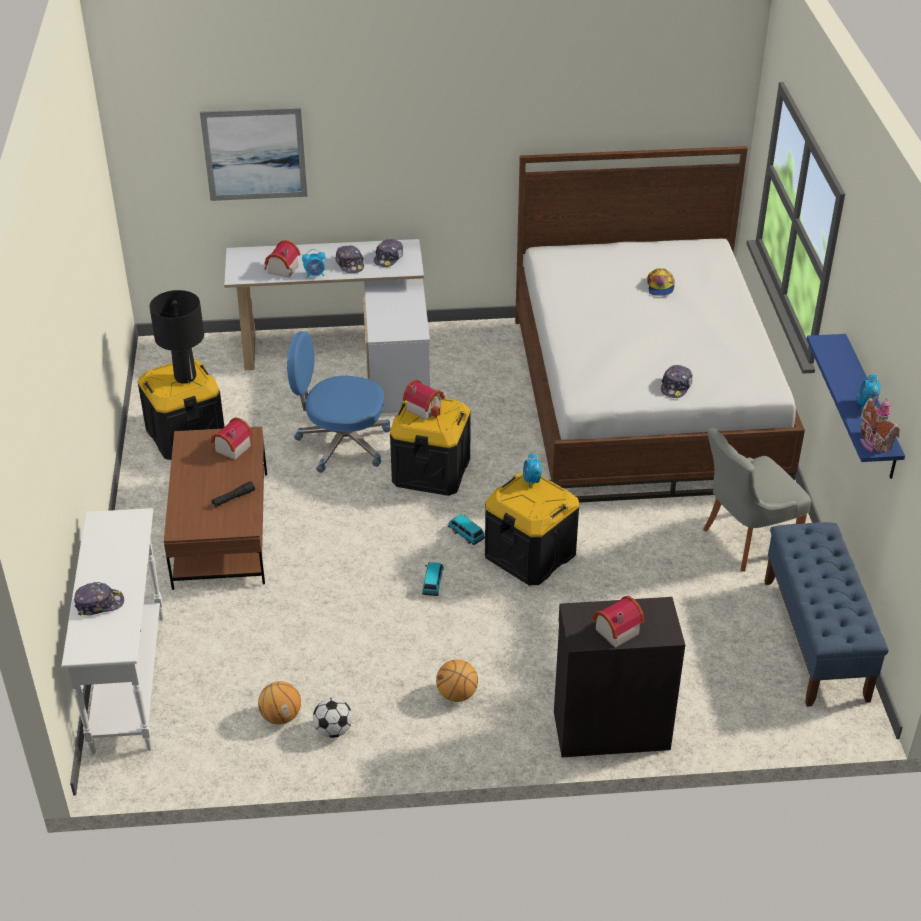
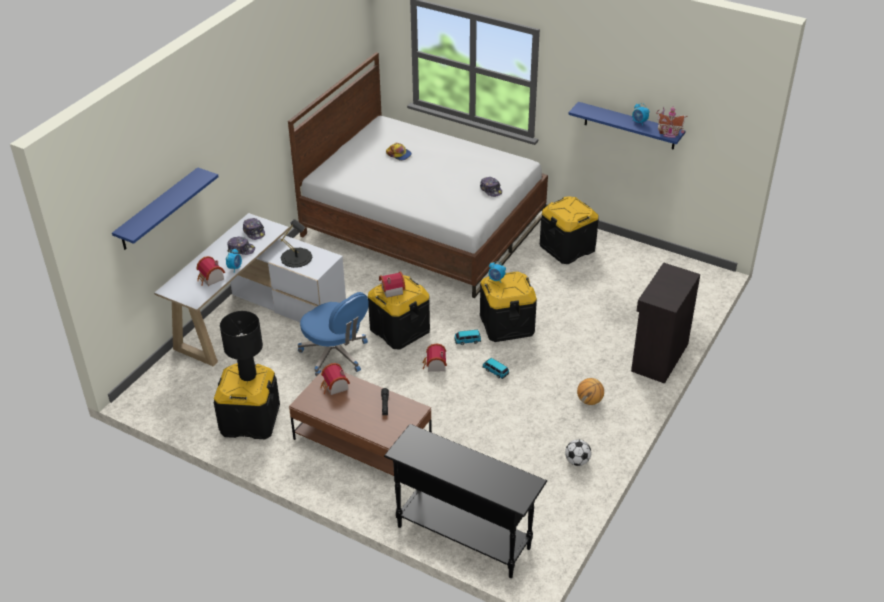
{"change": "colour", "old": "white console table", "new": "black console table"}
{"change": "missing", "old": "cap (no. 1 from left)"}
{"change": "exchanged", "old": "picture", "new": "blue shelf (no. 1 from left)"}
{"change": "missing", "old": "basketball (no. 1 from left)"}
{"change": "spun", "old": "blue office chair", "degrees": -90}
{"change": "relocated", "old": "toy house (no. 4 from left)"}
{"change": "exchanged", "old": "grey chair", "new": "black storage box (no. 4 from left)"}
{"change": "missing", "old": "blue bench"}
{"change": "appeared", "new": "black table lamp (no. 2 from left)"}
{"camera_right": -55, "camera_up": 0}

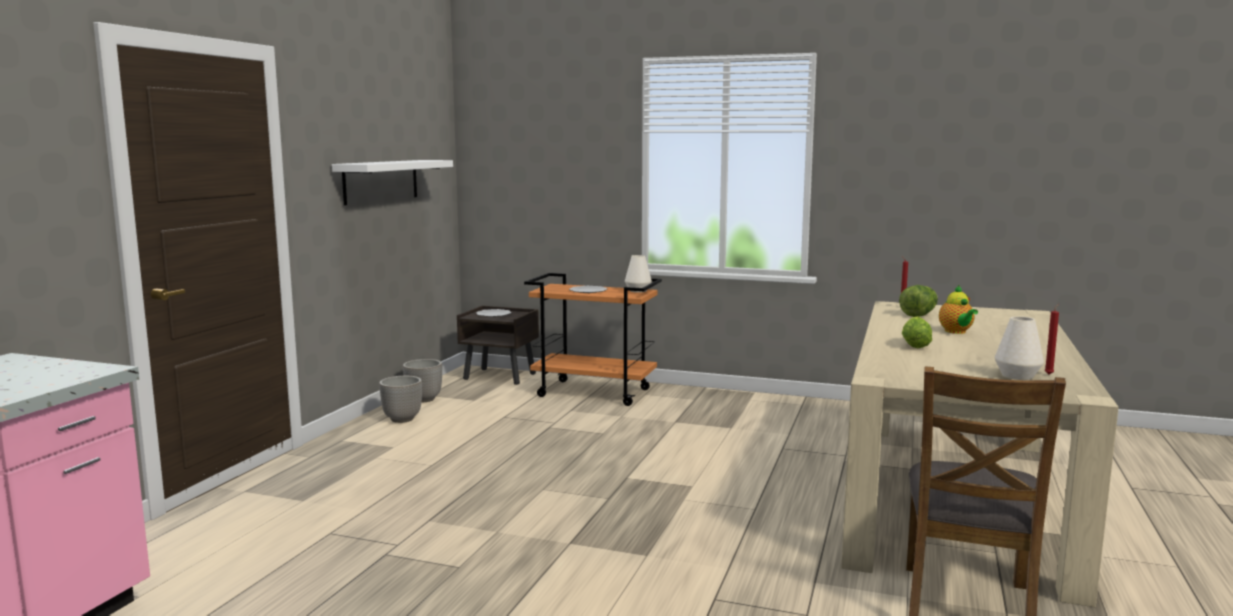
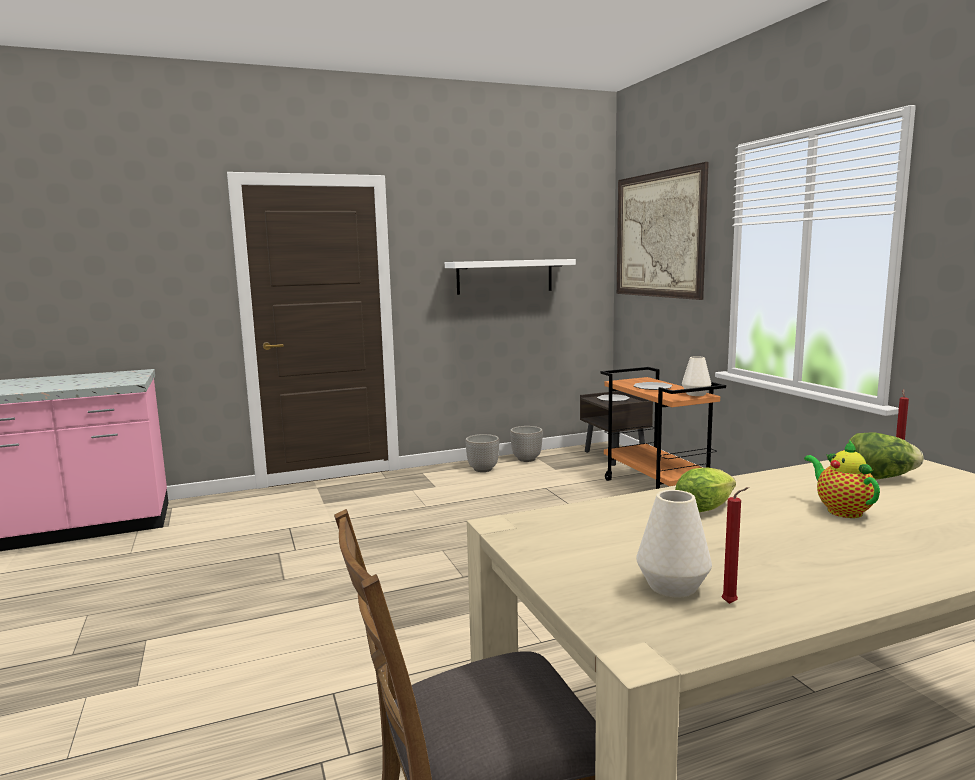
{"change": "spun", "old": "teapot", "degrees": 120}
{"change": "appeared", "new": "picture"}
{"camera_right": 50, "camera_up": 0}

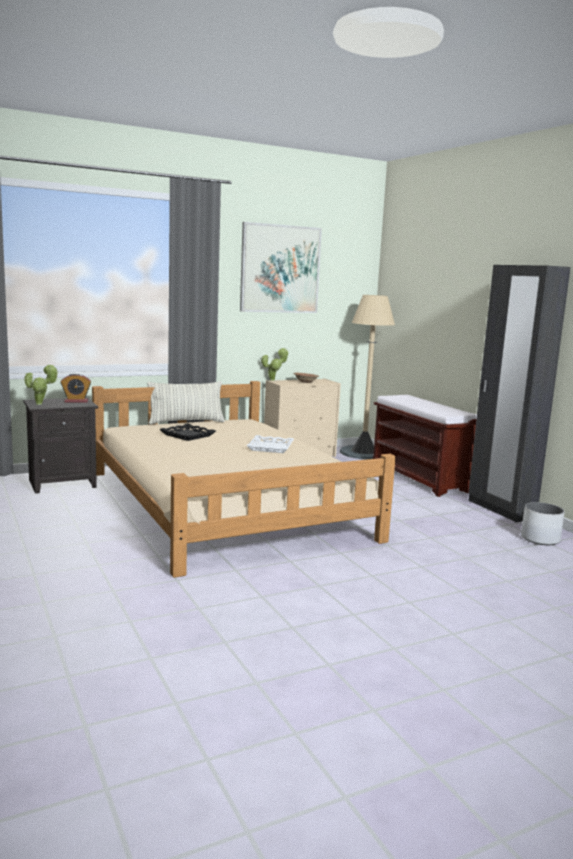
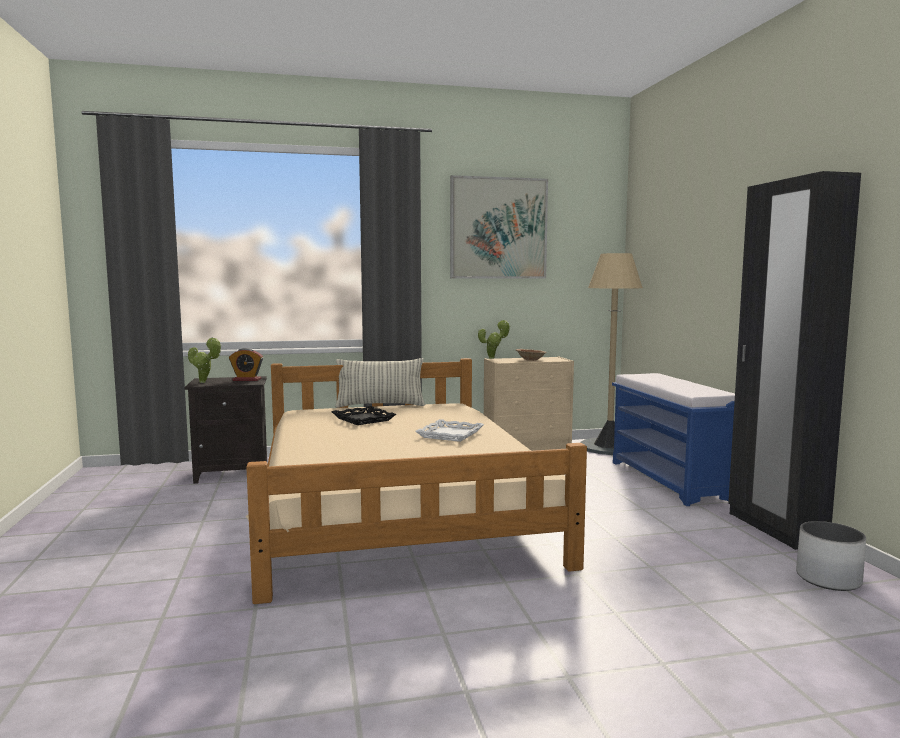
{"change": "colour", "old": "brown bench", "new": "blue bench"}
{"camera_right": 15, "camera_up": -5}

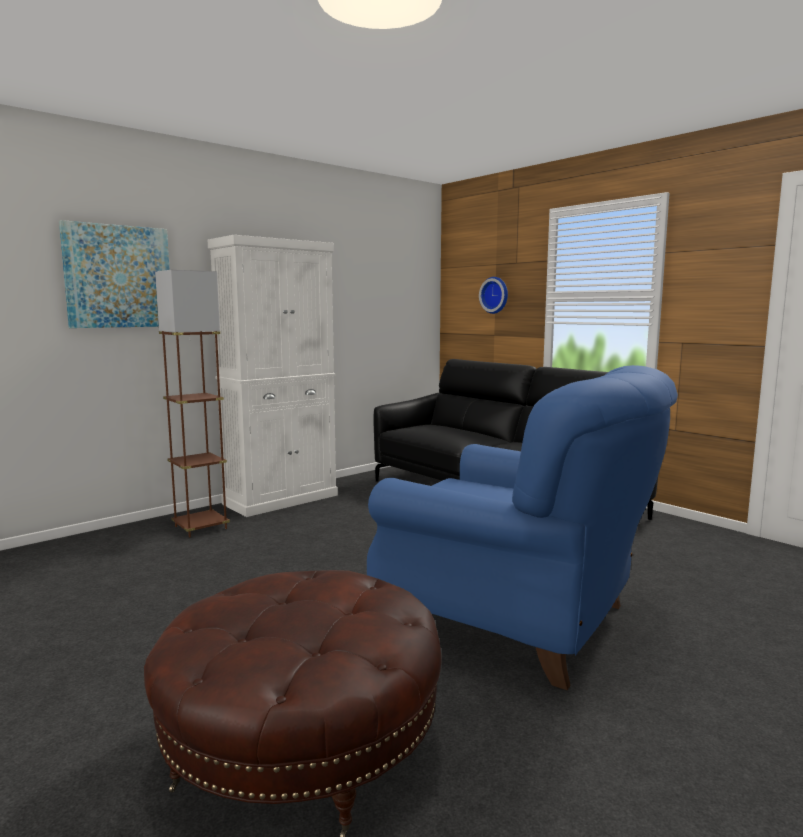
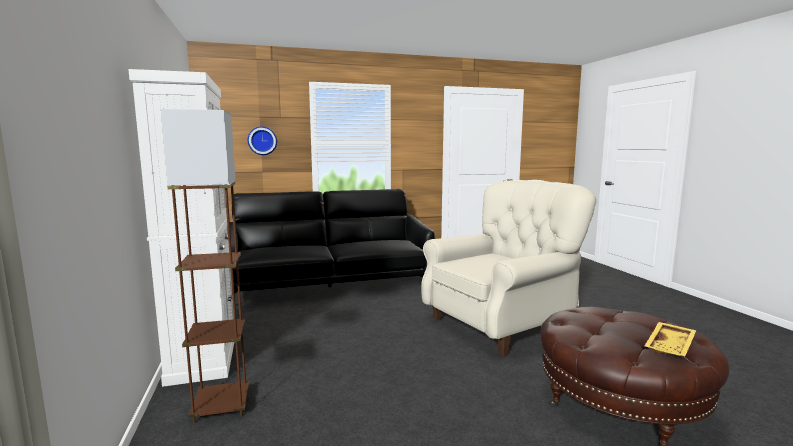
{"change": "missing", "old": "picture"}
{"change": "colour", "old": "blue armchair", "new": "beige armchair"}
{"change": "appeared", "new": "yellow tray"}
{"camera_right": -65, "camera_up": 0}

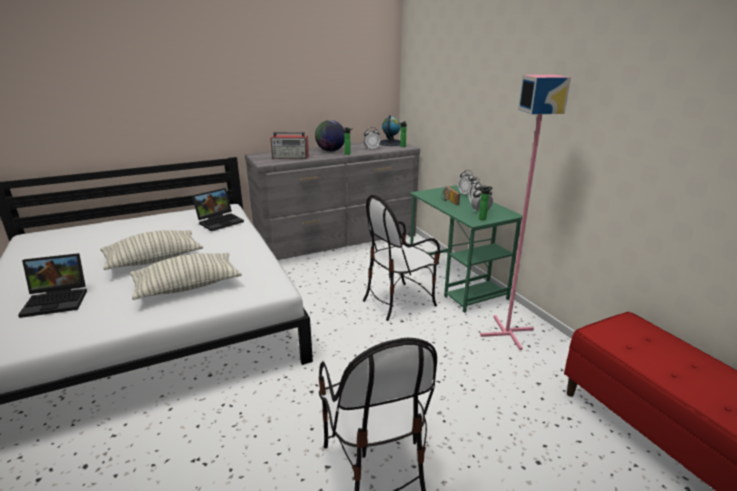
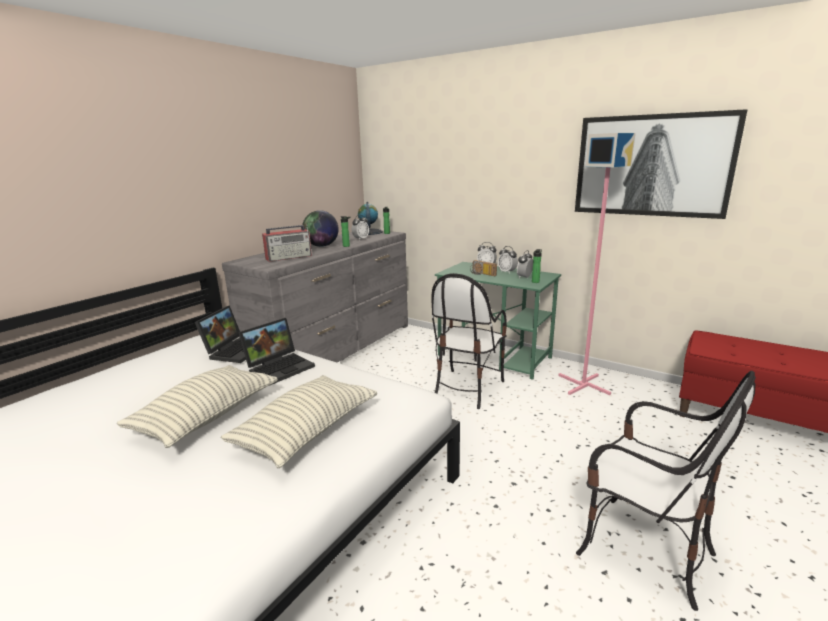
{"change": "relocated", "old": "laptop (no. 1 from left in the first image)", "new": "laptop (no. 2 from left)"}
{"change": "appeared", "new": "picture"}
{"camera_right": -30, "camera_up": -5}

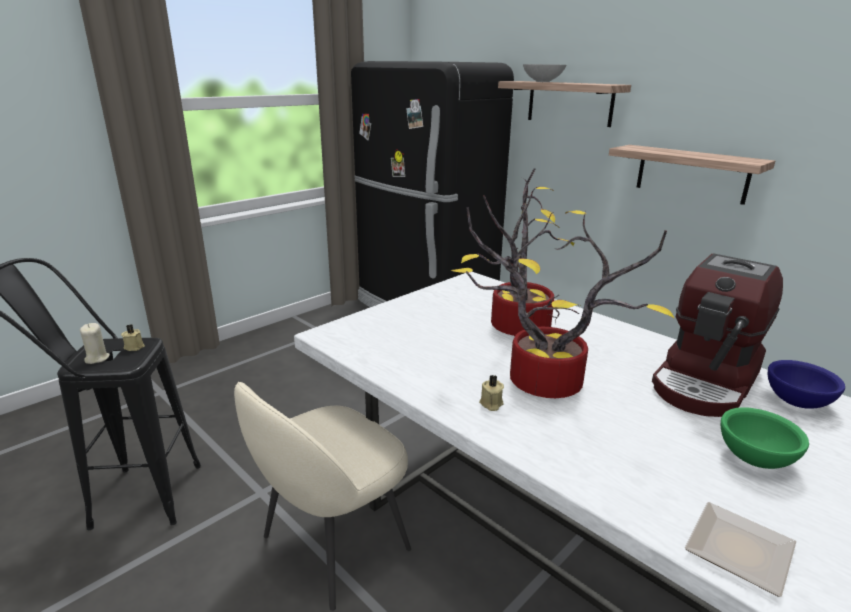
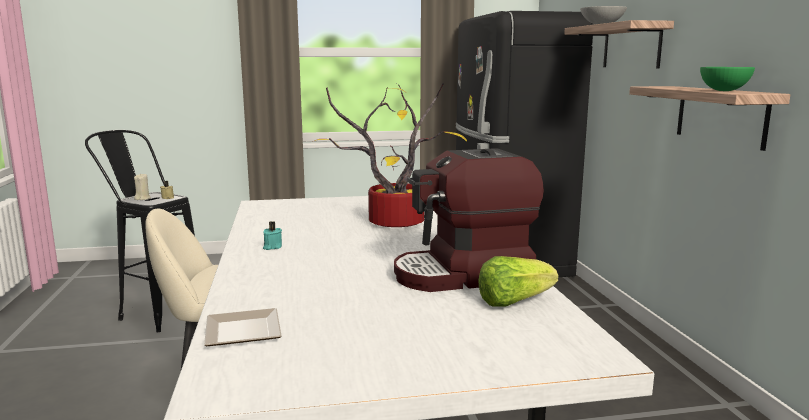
{"change": "missing", "old": "potted plant (no. 2 from left)"}
{"change": "colour", "old": "beige candle (no. 3 from left)", "new": "turquoise candle"}
{"change": "relocated", "old": "green bowl"}
{"change": "exchanged", "old": "blue bowl", "new": "lettuce"}
{"camera_right": 35, "camera_up": -10}

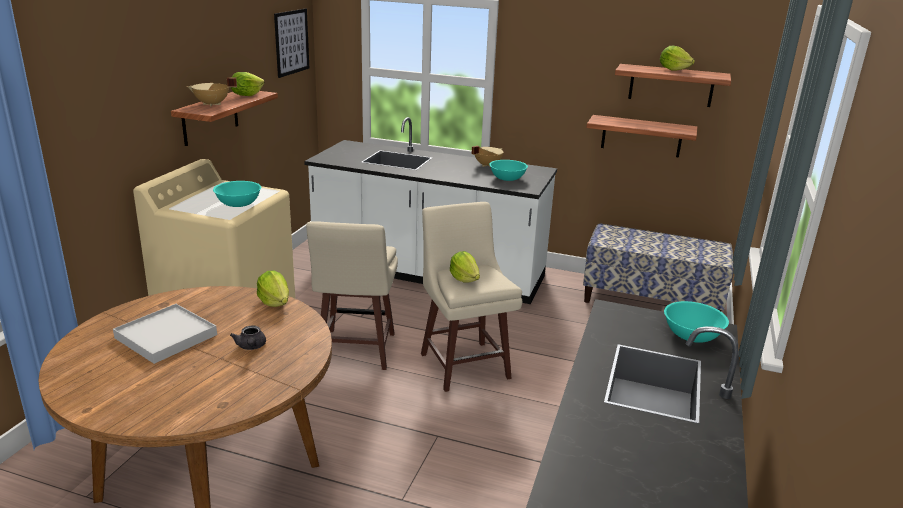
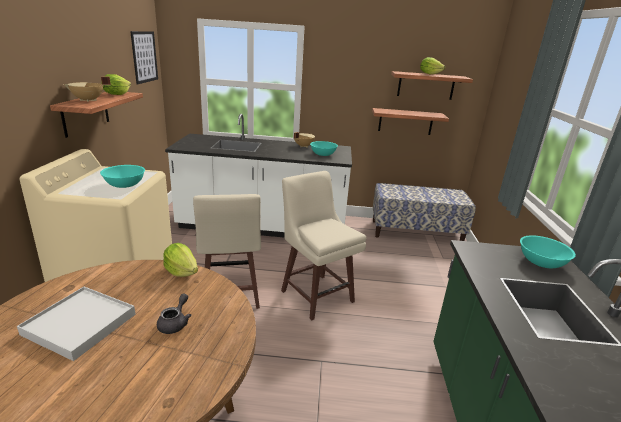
{"change": "spun", "old": "grey teapot", "degrees": -135}
{"change": "missing", "old": "lettuce (no. 3 from left)"}
{"camera_right": -15, "camera_up": 0}

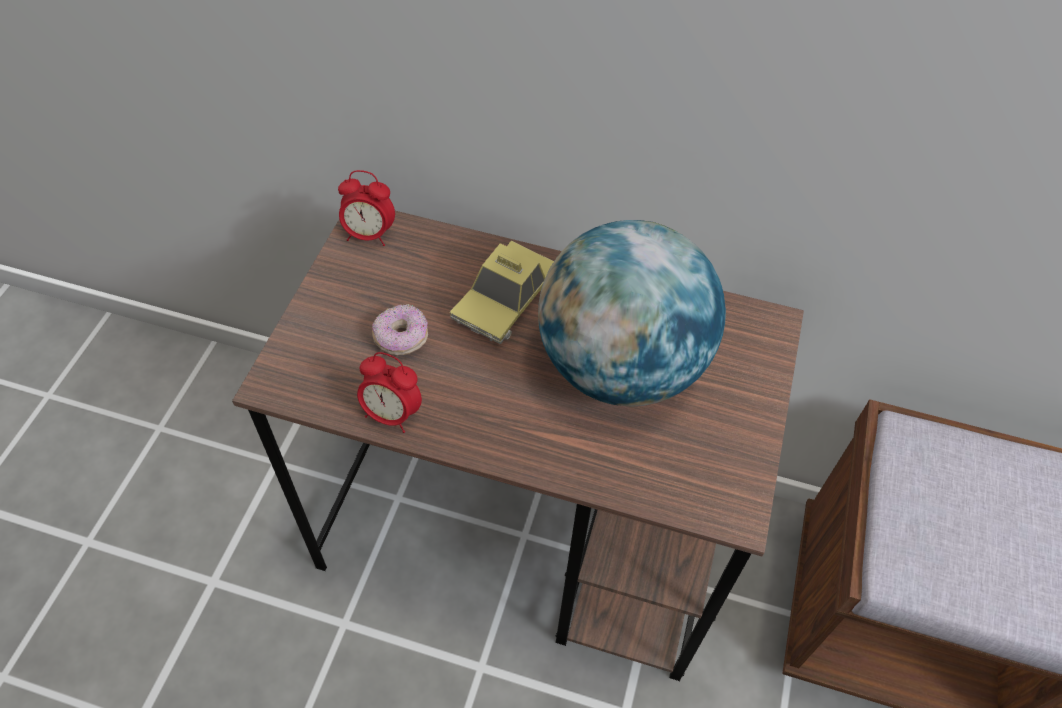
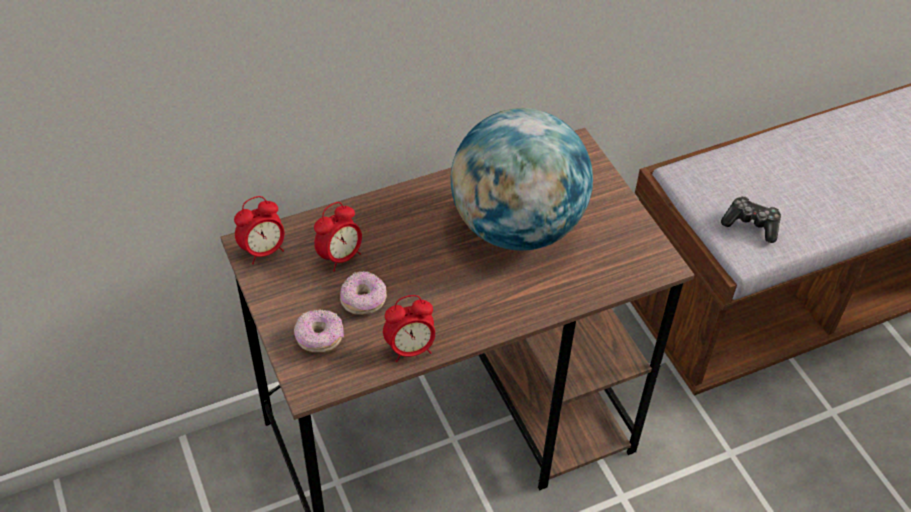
{"change": "missing", "old": "toy car"}
{"change": "appeared", "new": "donut (no. 1 from left)"}
{"change": "appeared", "new": "alarm clock (no. 2 from left)"}
{"change": "appeared", "new": "game controller"}
{"camera_right": -40, "camera_up": -5}

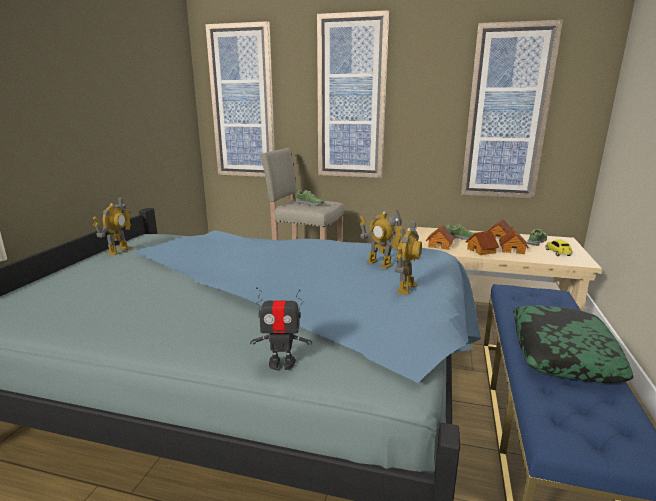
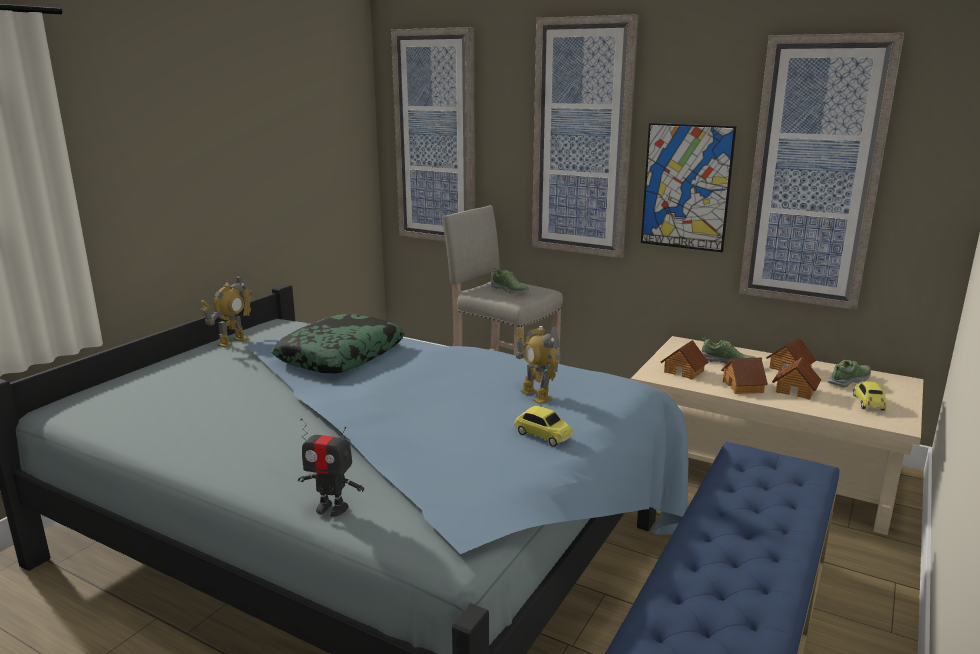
{"change": "exchanged", "old": "toy robot (no. 4 from left)", "new": "toy car (no. 1 from left)"}
{"change": "relocated", "old": "pillow"}
{"change": "appeared", "new": "picture (no. 3 from left)"}
{"camera_right": 15, "camera_up": 0}

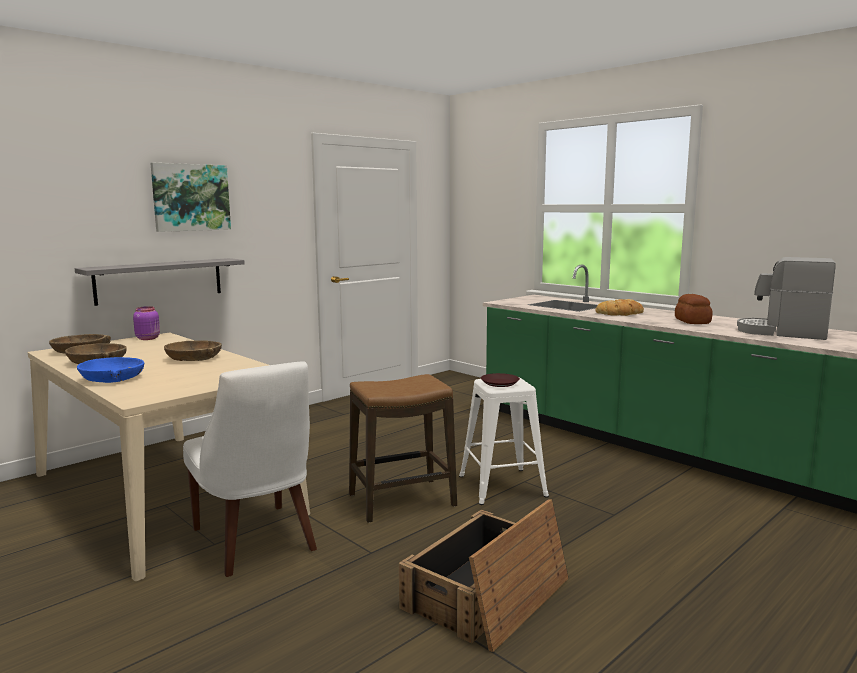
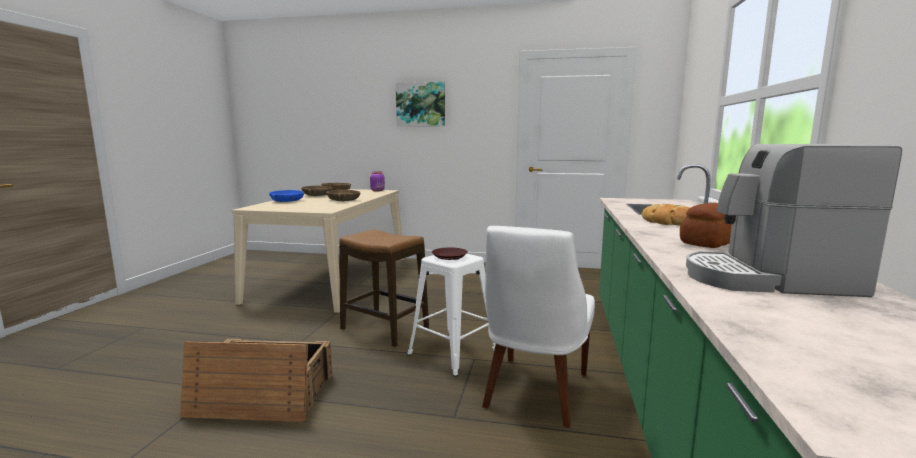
{"change": "missing", "old": "grey shelf"}
{"change": "relocated", "old": "white chair"}
{"change": "spun", "old": "coffee machine", "degrees": -75}
{"camera_right": 55, "camera_up": 0}

